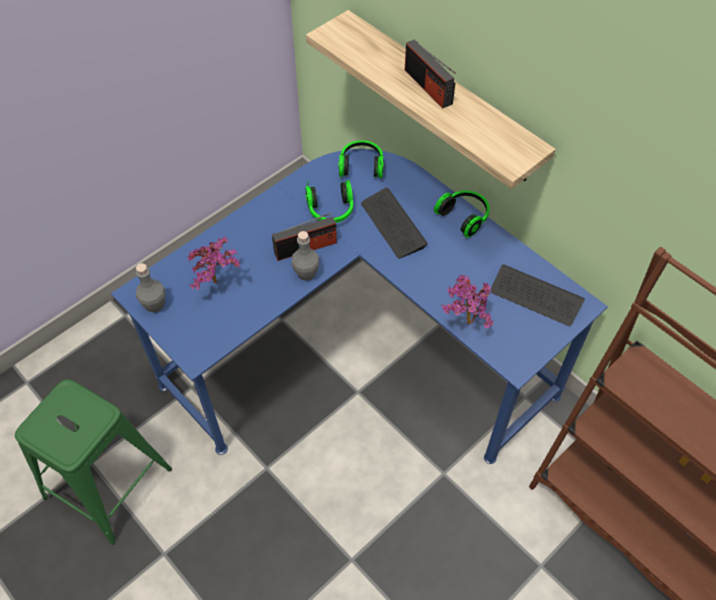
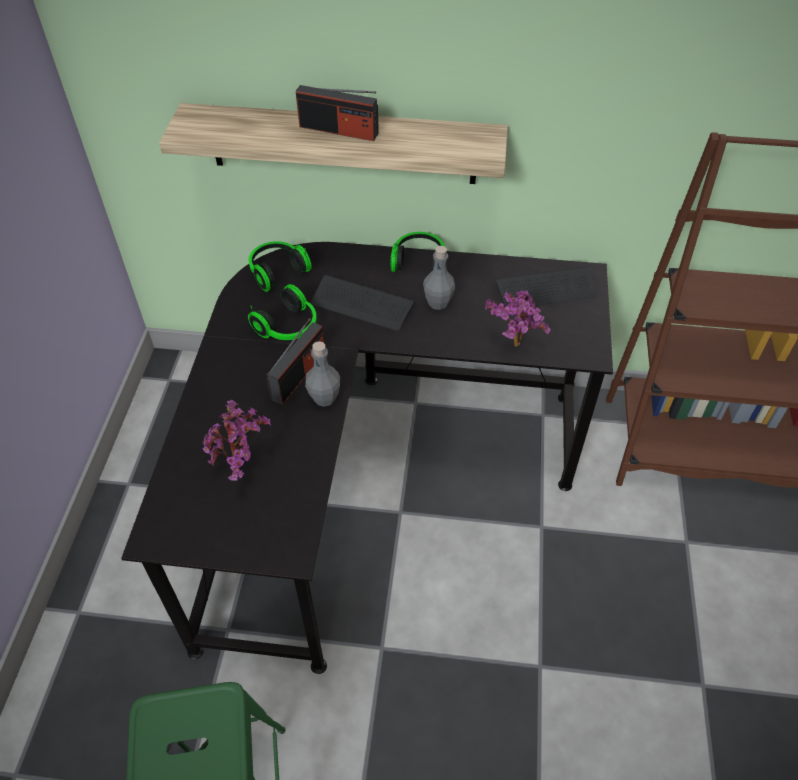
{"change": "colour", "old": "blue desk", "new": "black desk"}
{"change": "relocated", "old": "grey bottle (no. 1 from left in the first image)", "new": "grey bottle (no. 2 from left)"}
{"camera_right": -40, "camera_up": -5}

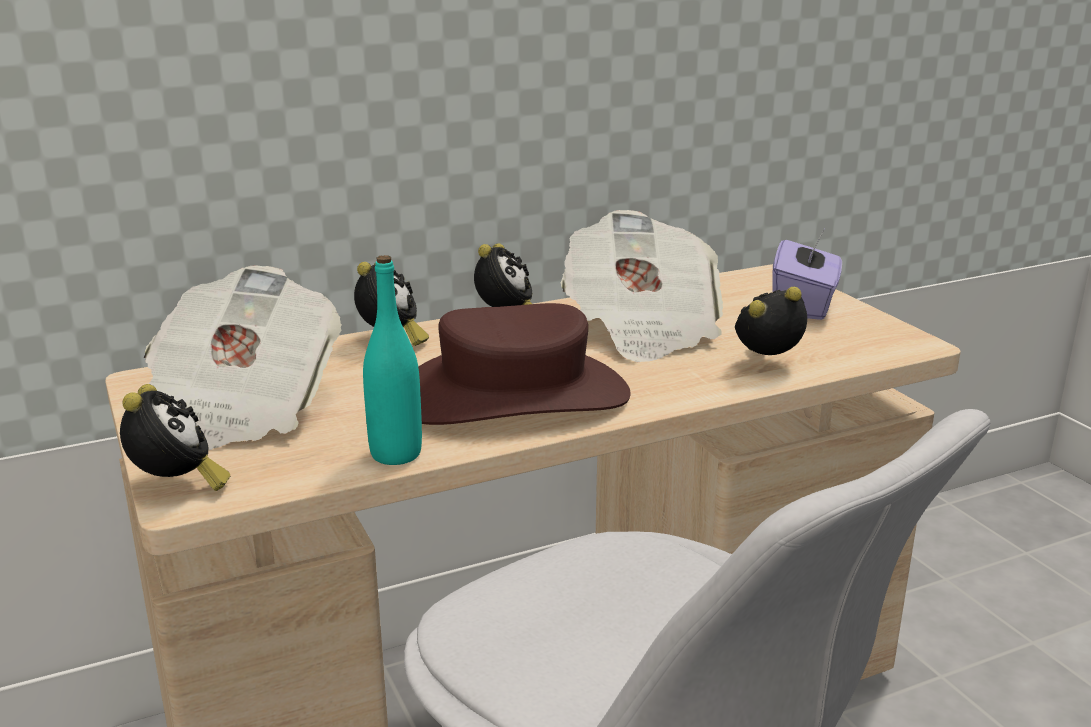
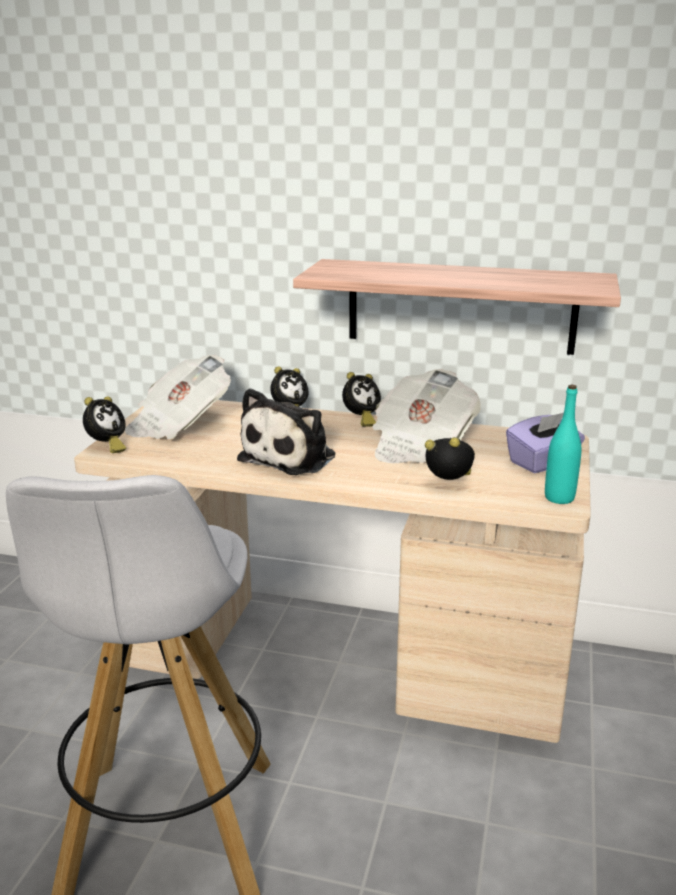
{"change": "relocated", "old": "turquoise bottle"}
{"change": "exchanged", "old": "brown hat", "new": "plush toy"}
{"change": "appeared", "new": "shelf"}
{"camera_right": 40, "camera_up": 0}

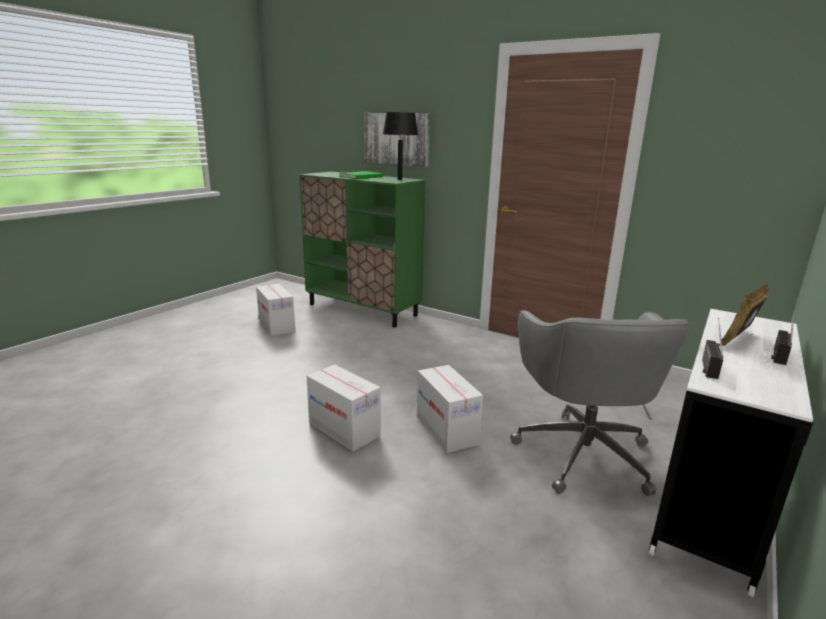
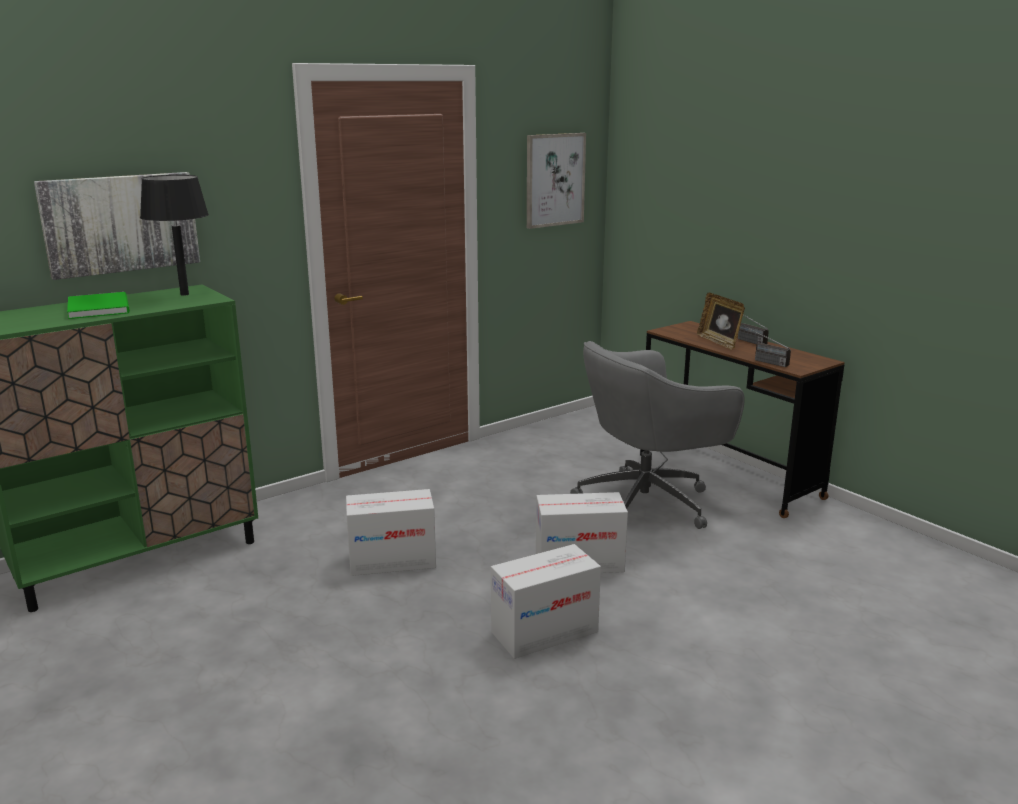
{"change": "relocated", "old": "cardboard box (no. 1 from left)"}
{"change": "spun", "old": "grey office chair", "degrees": 135}
{"change": "colour", "old": "white desk", "new": "brown desk"}
{"change": "appeared", "new": "picture (no. 2 from left)"}
{"camera_right": -70, "camera_up": 0}

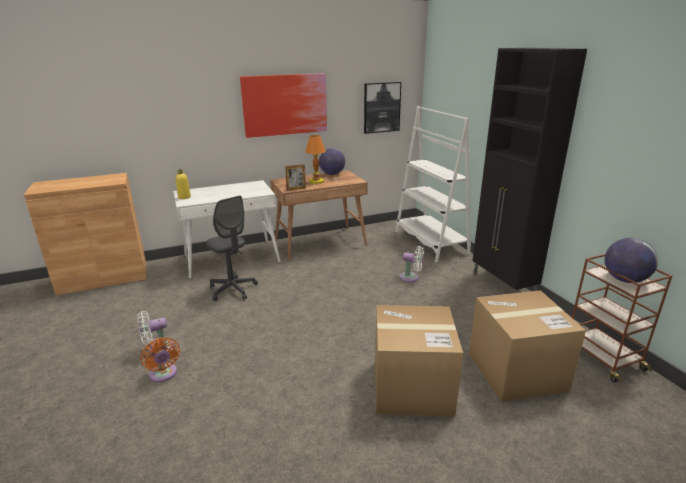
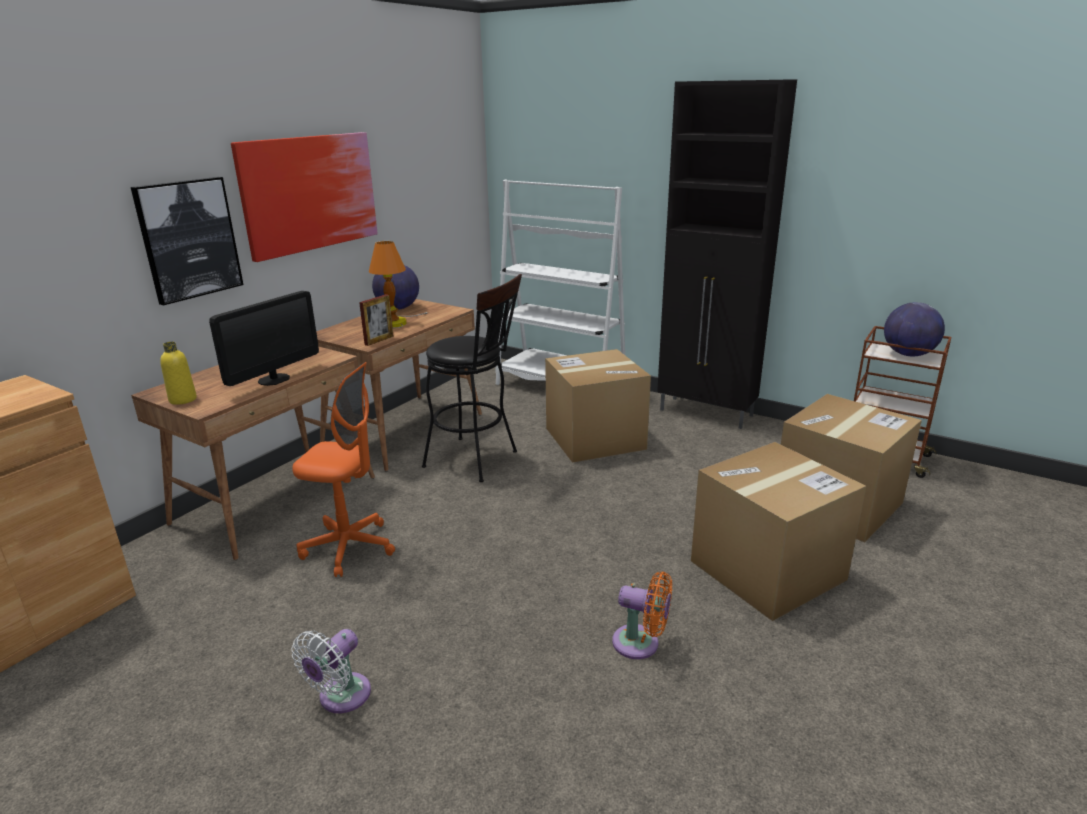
{"change": "relocated", "old": "orange fan"}
{"change": "colour", "old": "white desk", "new": "brown desk (no. 1 from left)"}
{"change": "colour", "old": "grey office chair", "new": "orange office chair"}
{"change": "relocated", "old": "picture (no. 2 from left in the first image)", "new": "picture (no. 1 from left)"}
{"change": "exchanged", "old": "white fan (no. 2 from left)", "new": "cardboard box (no. 1 from left)"}
{"change": "appeared", "new": "monitor"}
{"change": "appeared", "new": "black stool"}
{"camera_right": -35, "camera_up": 0}

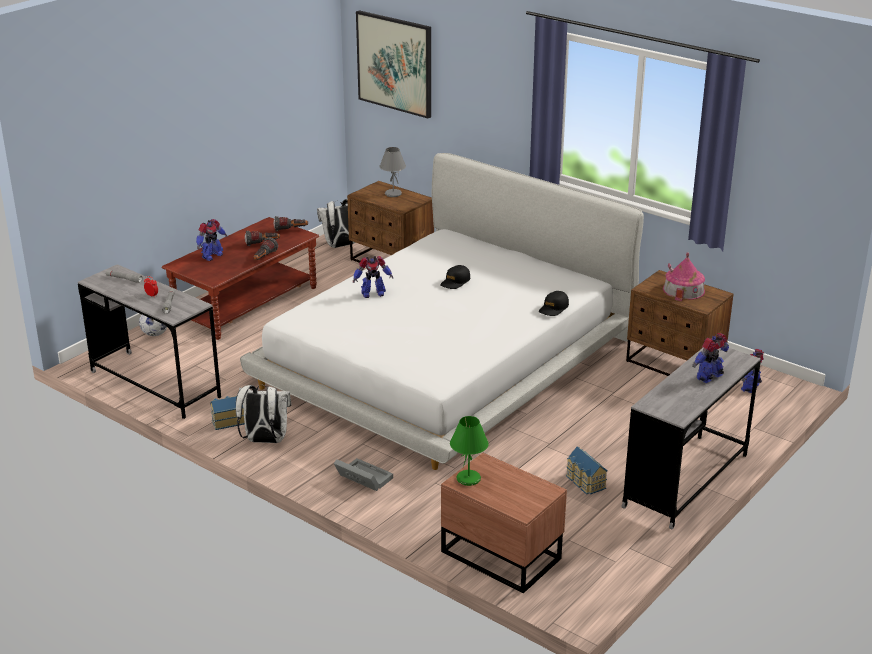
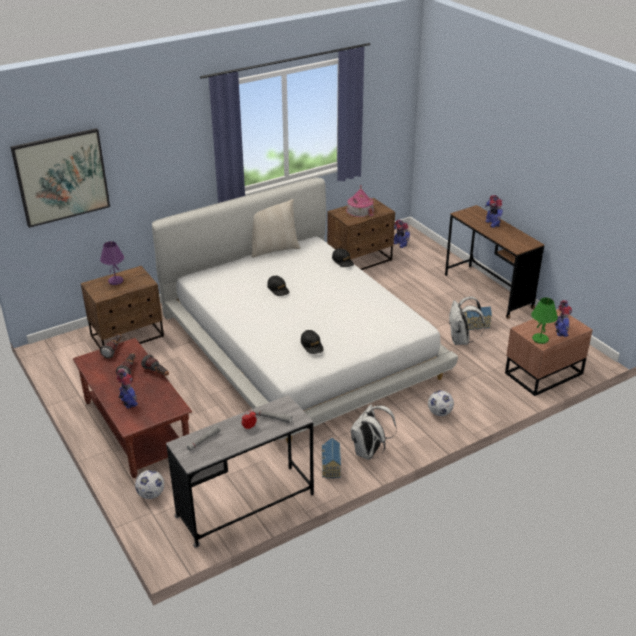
{"change": "relocated", "old": "white backpack (no. 2 from left)"}
{"change": "exchanged", "old": "grey storage box", "new": "football (no. 2 from left)"}
{"change": "relocated", "old": "toy robot (no. 2 from left in the first image)", "new": "toy robot (no. 4 from left)"}
{"change": "colour", "old": "grey table lamp", "new": "purple table lamp"}
{"change": "colour", "old": "grey desk (no. 2 from left)", "new": "brown desk"}
{"change": "appeared", "new": "beige pillow"}
{"change": "appeared", "new": "black cap (no. 2 from left)"}
{"camera_right": -70, "camera_up": 5}

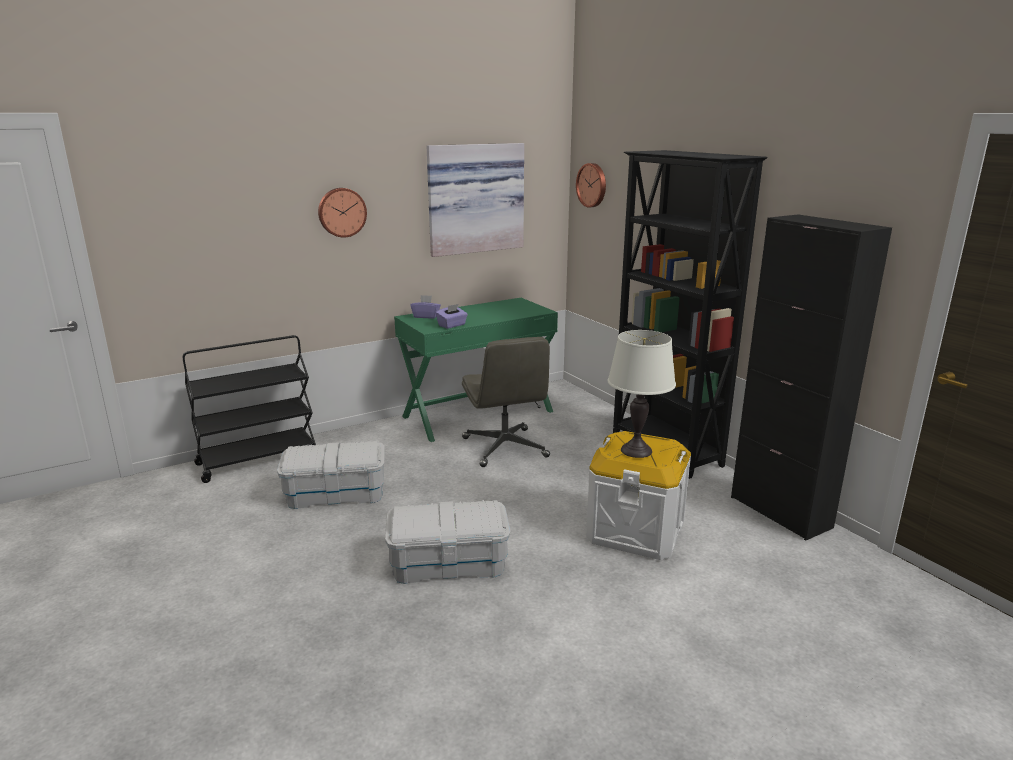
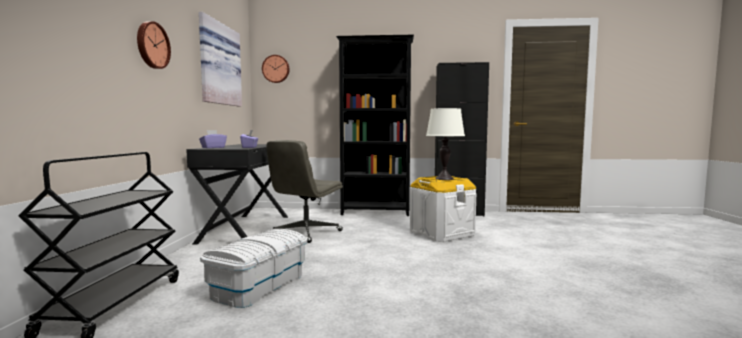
{"change": "missing", "old": "white storage box (no. 2 from left)"}
{"change": "colour", "old": "green desk", "new": "black desk"}
{"change": "spun", "old": "grey office chair", "degrees": 105}
{"camera_right": -55, "camera_up": -15}

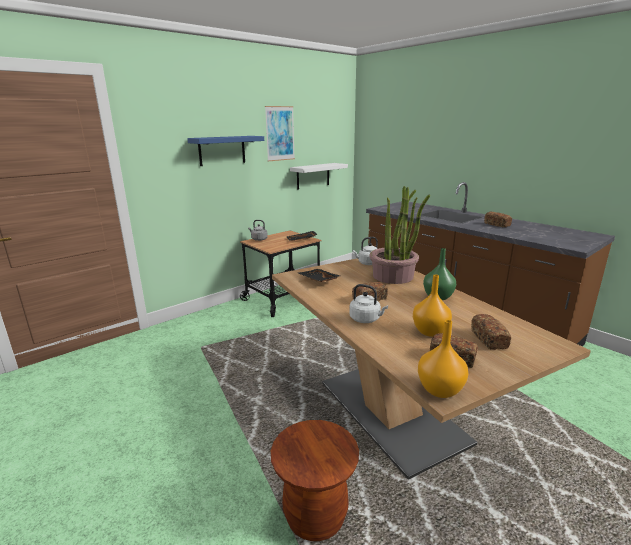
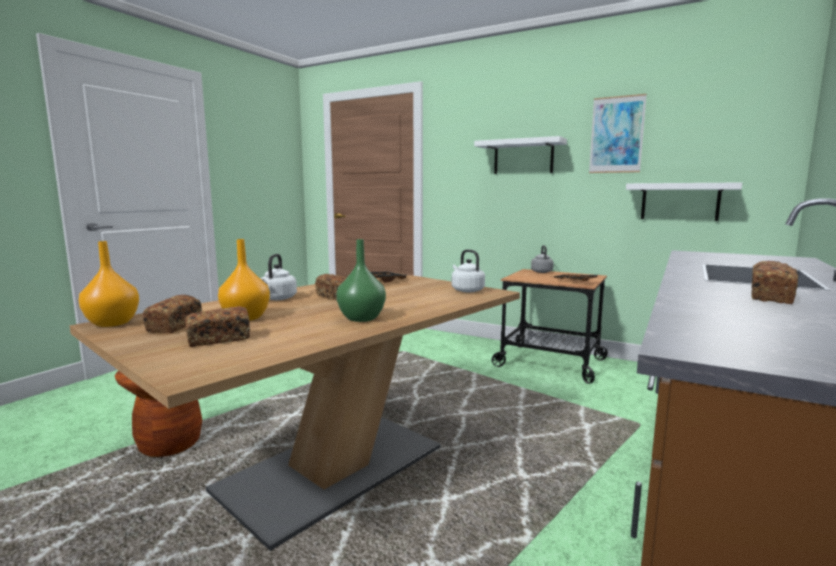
{"change": "colour", "old": "blue shelf", "new": "white shelf (no. 1 from left)"}
{"change": "missing", "old": "potted plant"}
{"camera_right": 70, "camera_up": -10}

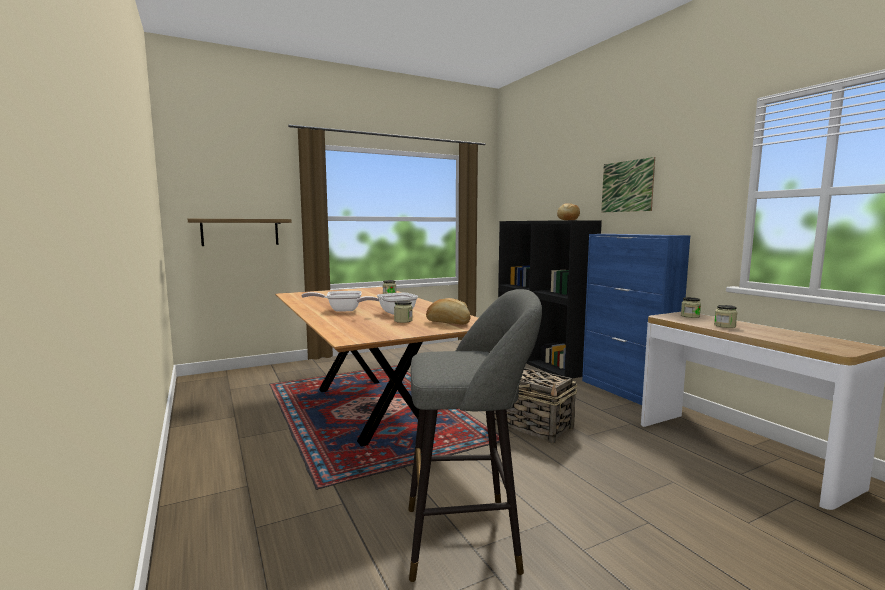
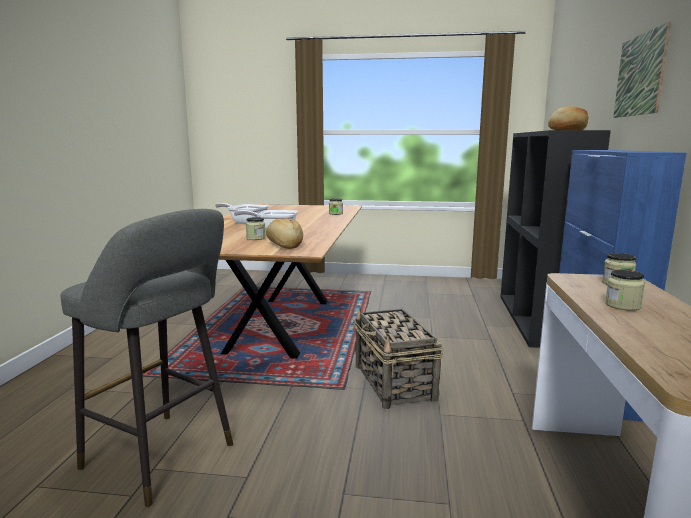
{"change": "missing", "old": "shelf"}
{"camera_right": 35, "camera_up": 5}

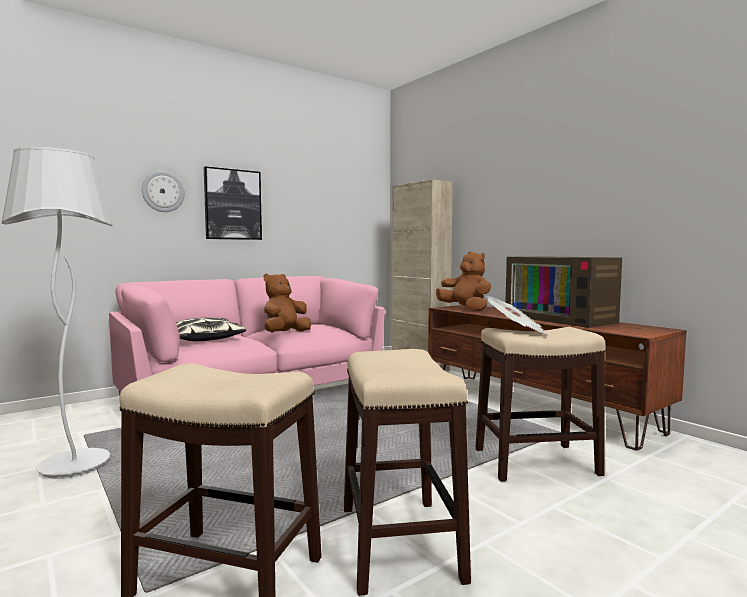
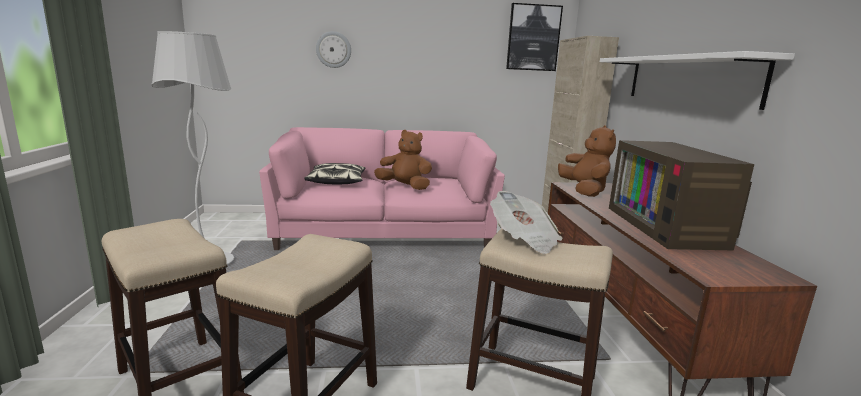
{"change": "relocated", "old": "picture"}
{"change": "spun", "old": "brown plush toy (no. 1 from left)", "degrees": 45}
{"change": "appeared", "new": "white shelf"}
{"camera_right": 30, "camera_up": 10}

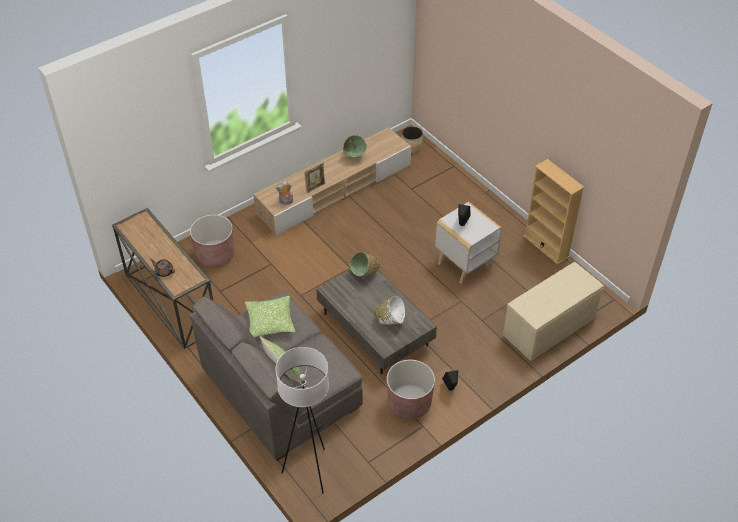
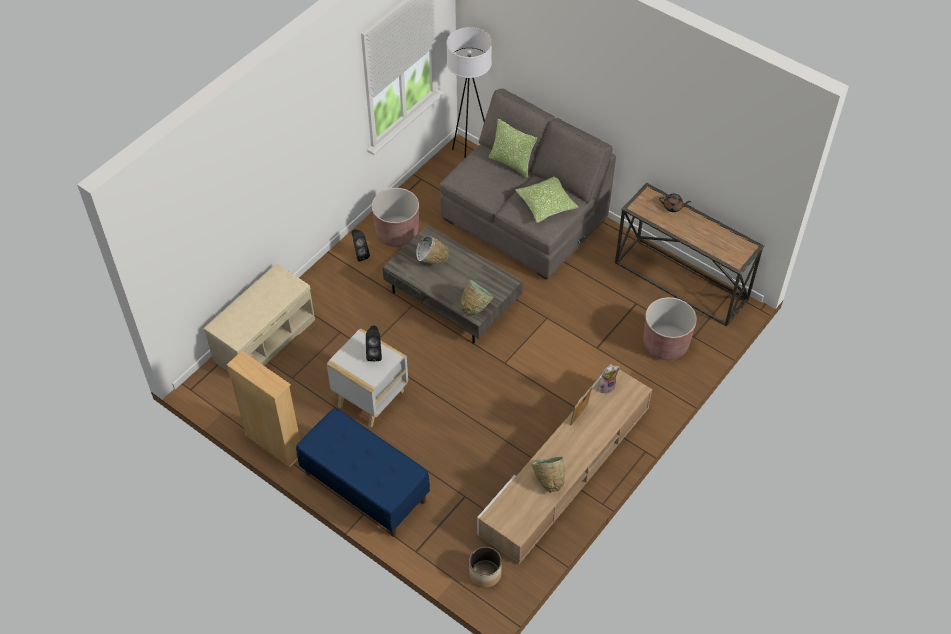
{"change": "appeared", "new": "blue bench"}
{"camera_right": 165, "camera_up": 5}

